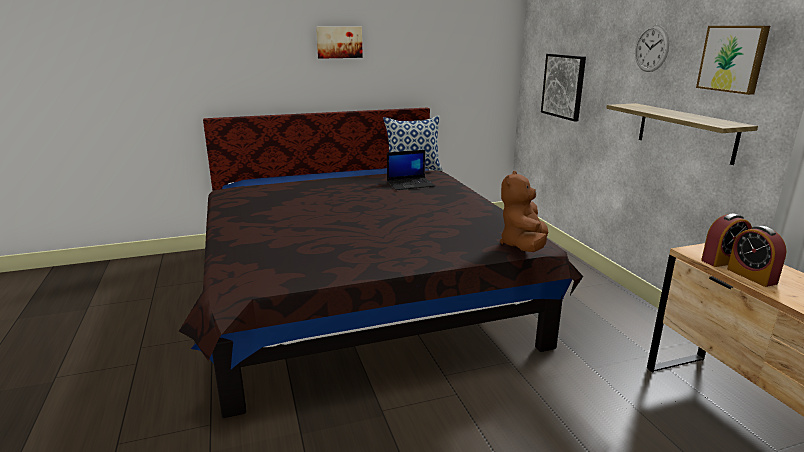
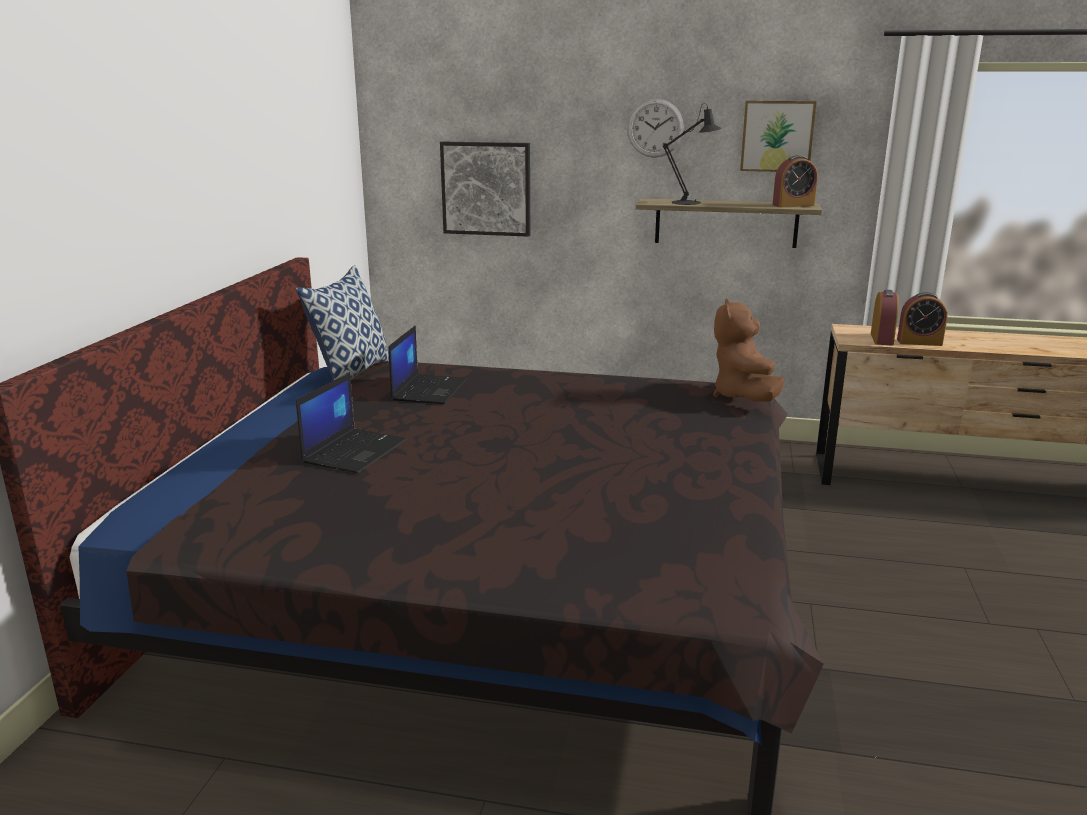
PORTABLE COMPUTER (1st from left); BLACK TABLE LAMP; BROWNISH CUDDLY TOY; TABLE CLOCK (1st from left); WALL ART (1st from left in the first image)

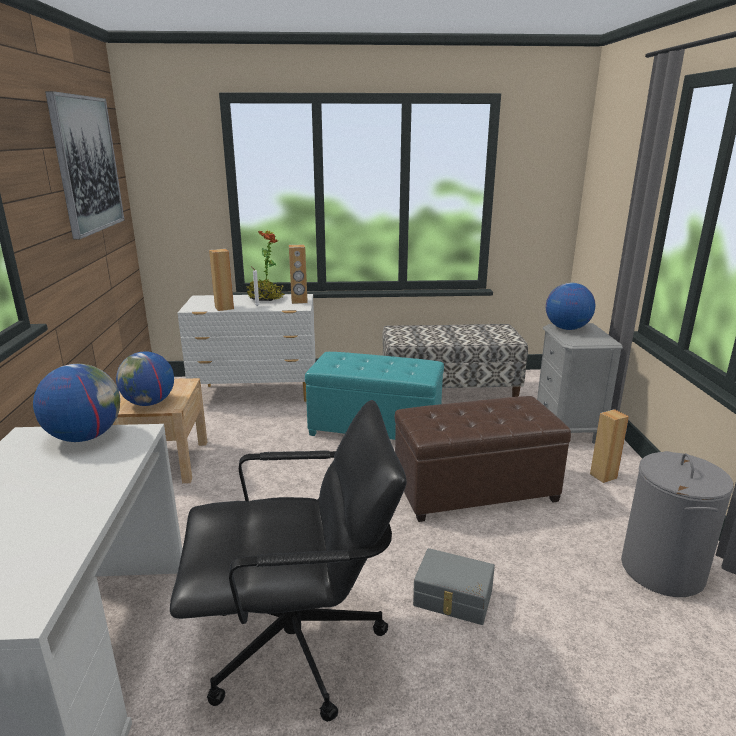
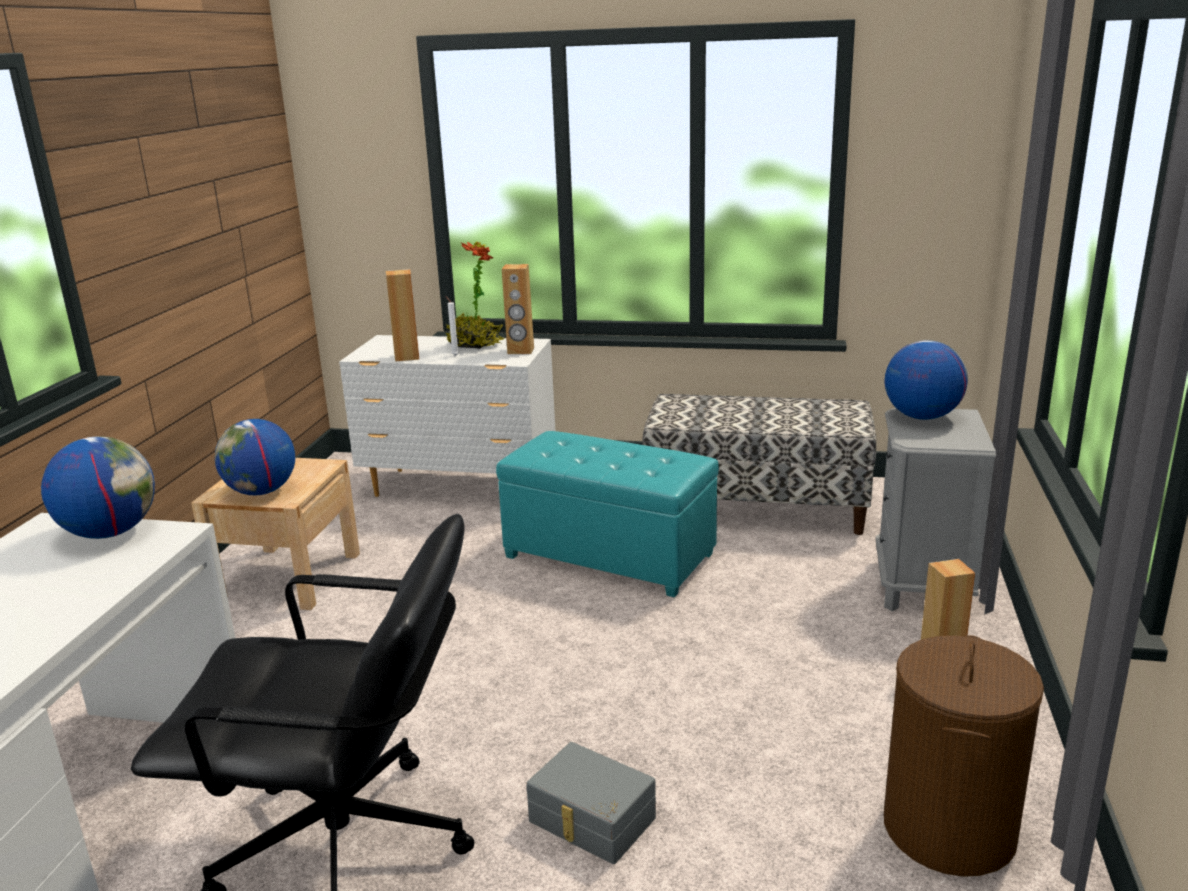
BROWNISH HAMPER; WALL ART; BROWNISH OTTOMAN

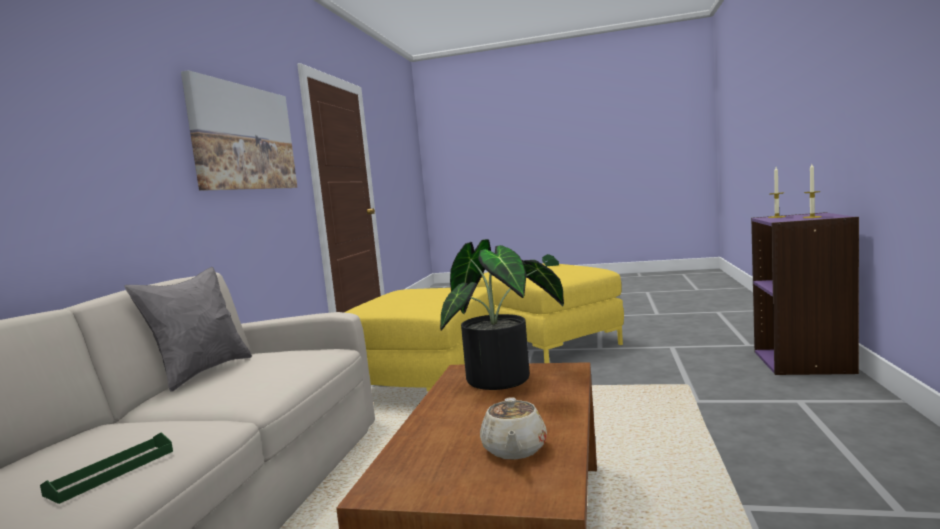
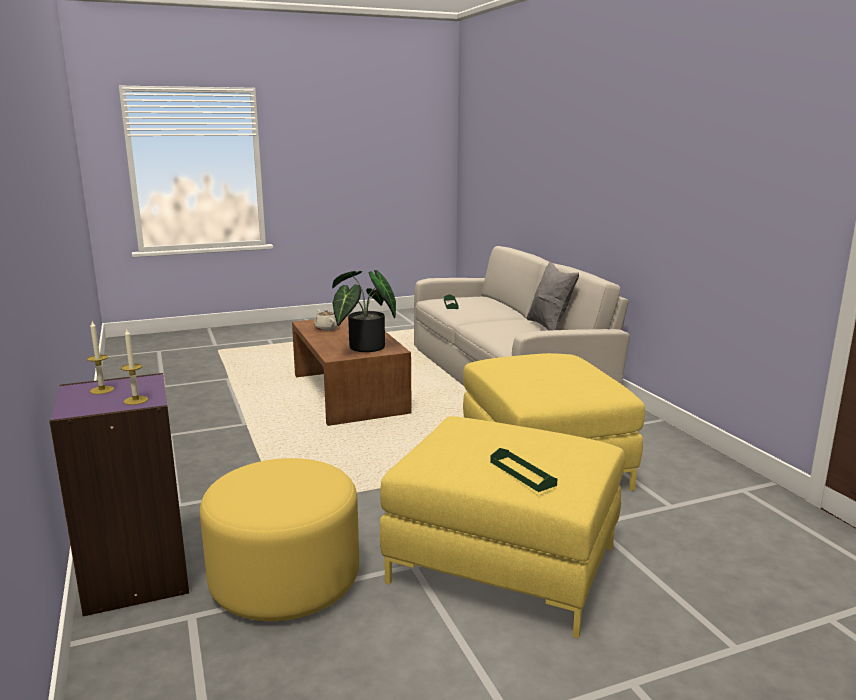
YELLOW OTTOMAN (1st from left); WALL ART

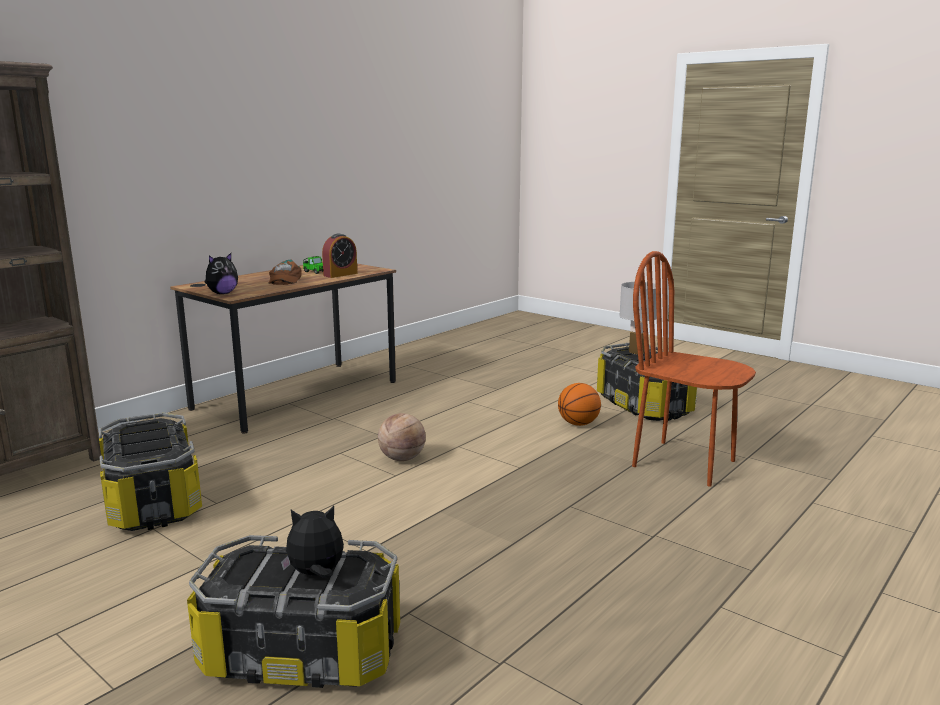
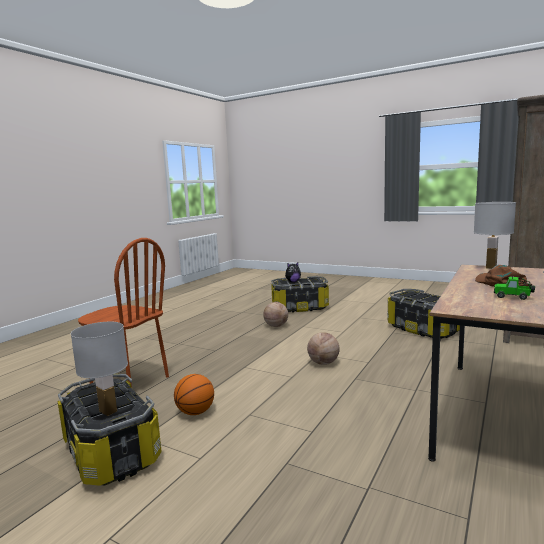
BASKETBALL BALL (2nd from left); WHITISH TABLE LAMP (2nd from left); TABLE CLOCK

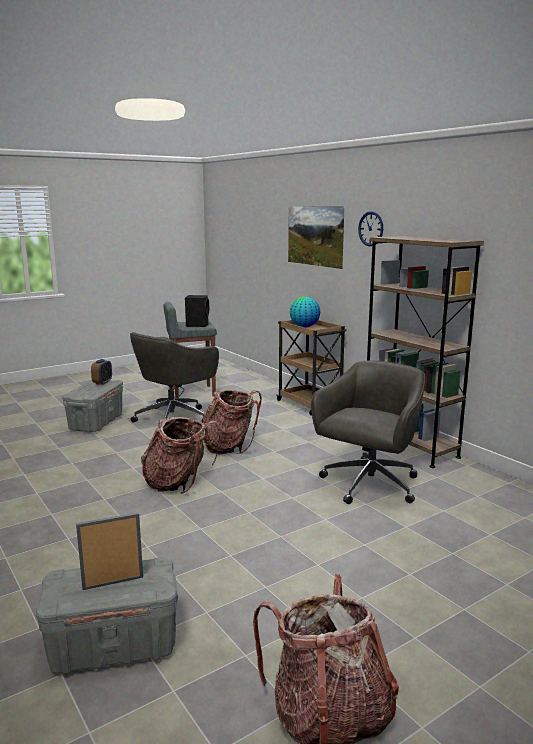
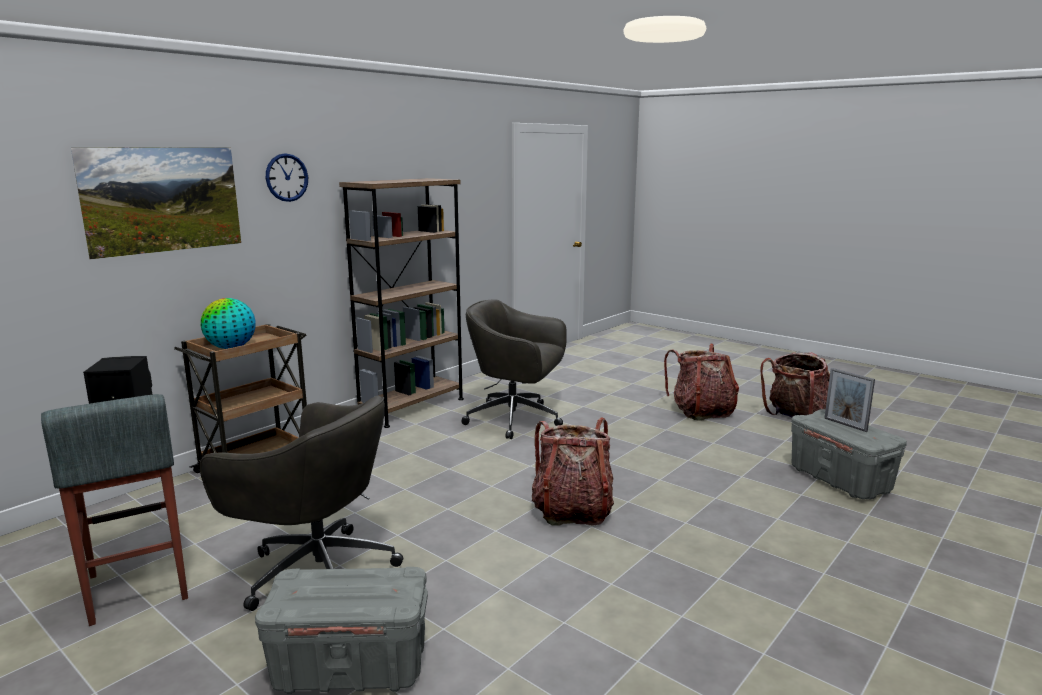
BACKPACK (2nd from left); TABLE CLOCK

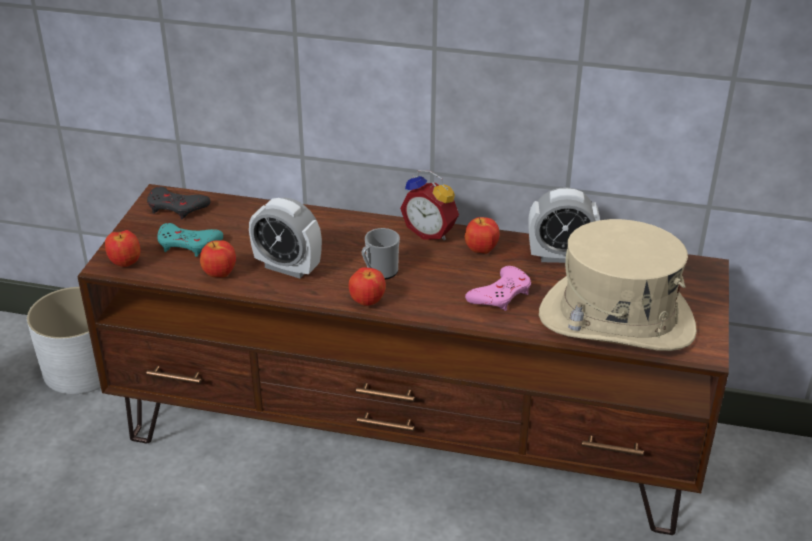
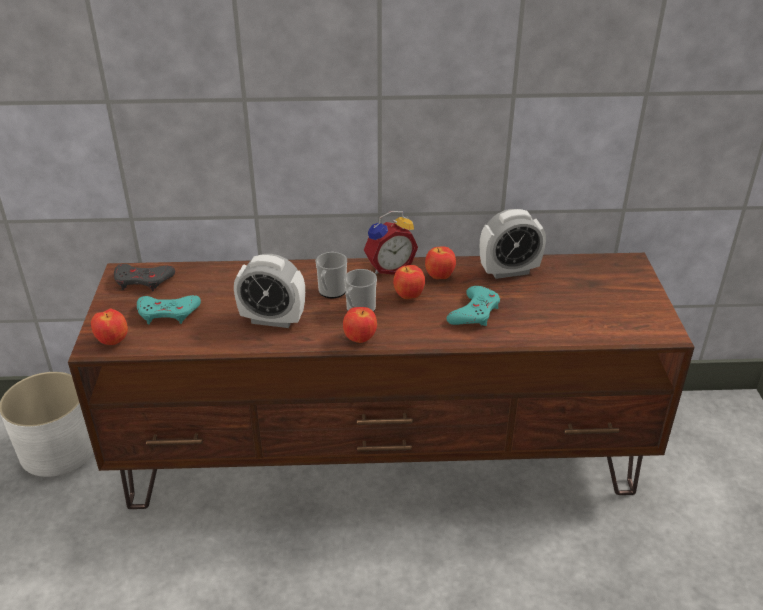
COFFEE MUG (1st from left); TABLE CLOCK (2nd from left); APPLE (3rd from left); TURQUOISE-COLOURED JOYPAD (2nd from left); BEIGE WEARABLE HAT

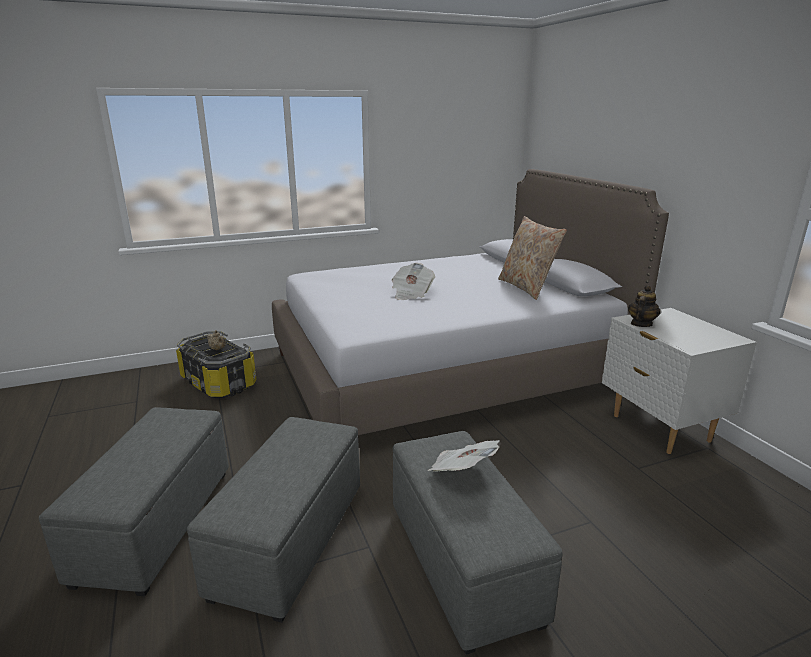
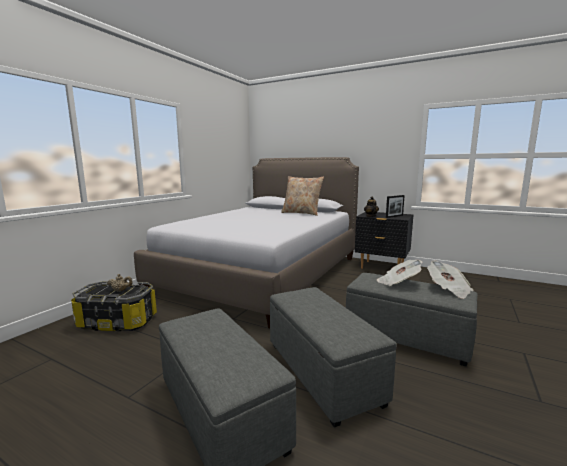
BLACK BEDSIDE TABLE; STANDING FRAME; NEWSPAPER (2nd from left)

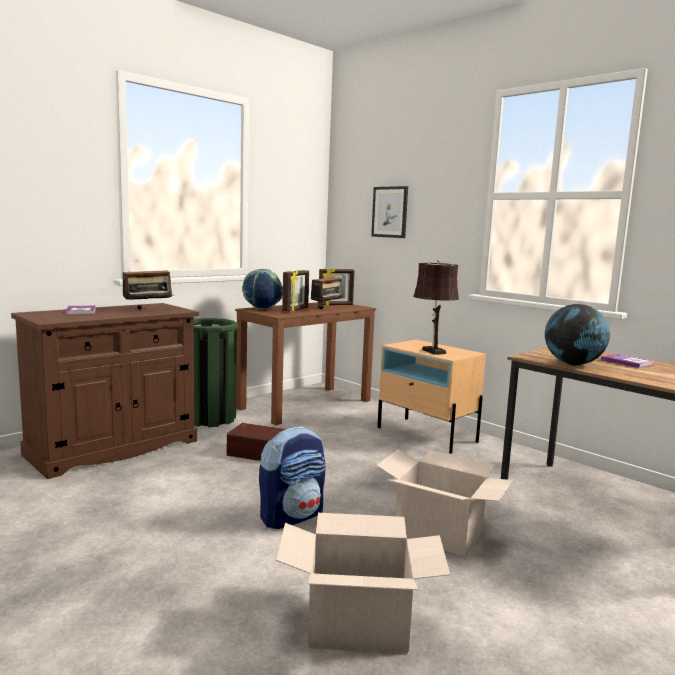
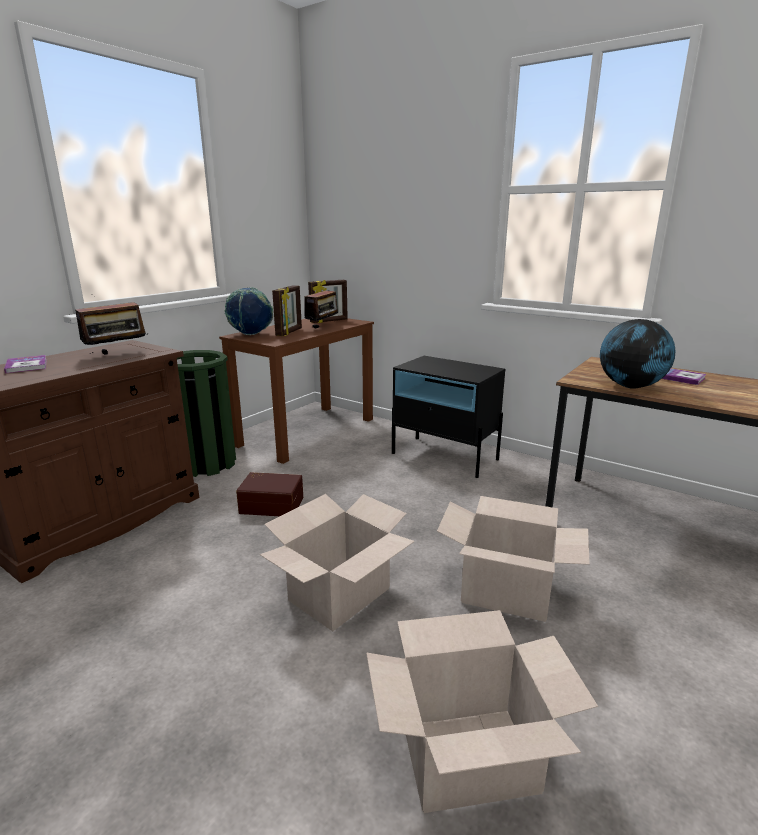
PACKING BOX (1st from left); BLACK BEDSIDE TABLE; WALL ART; BROWNISH TABLE LAMP

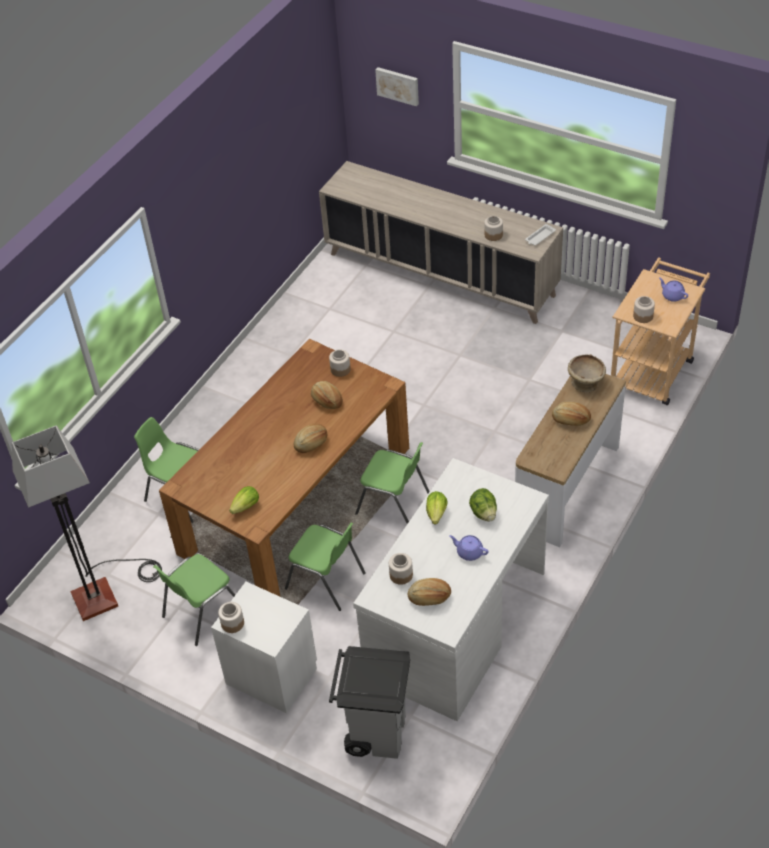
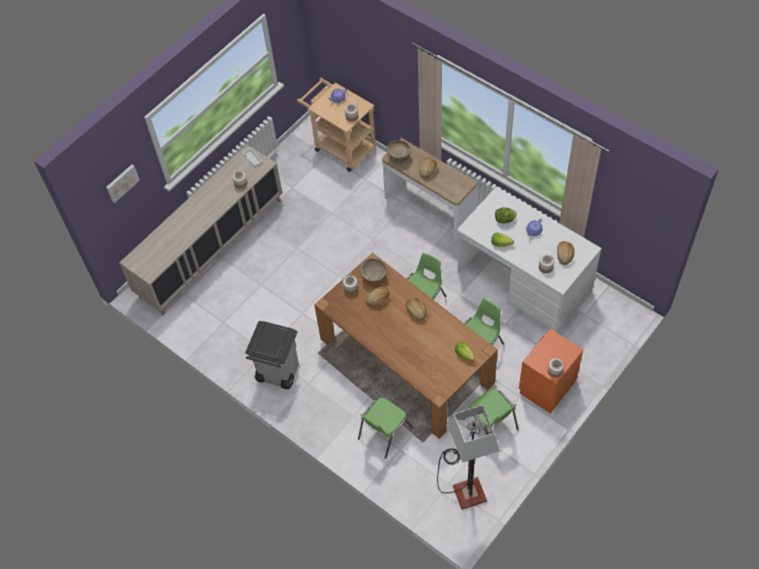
GRAY WASTE BIN; BEIGE BOWL (1st from left); ORANGE-COLOURED BEDSIDE TABLE

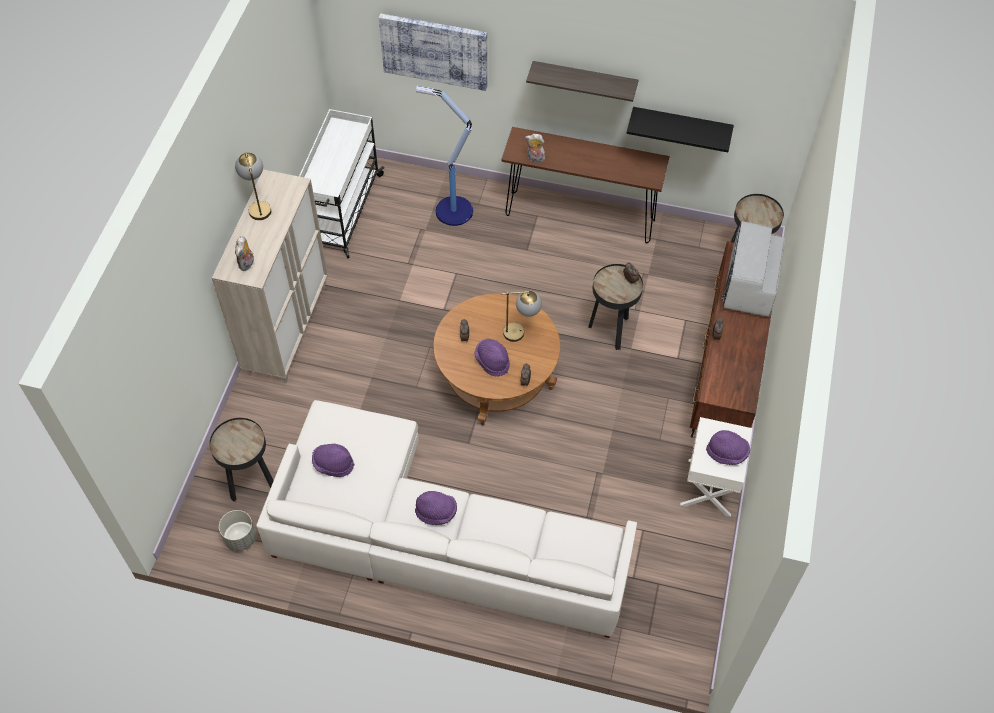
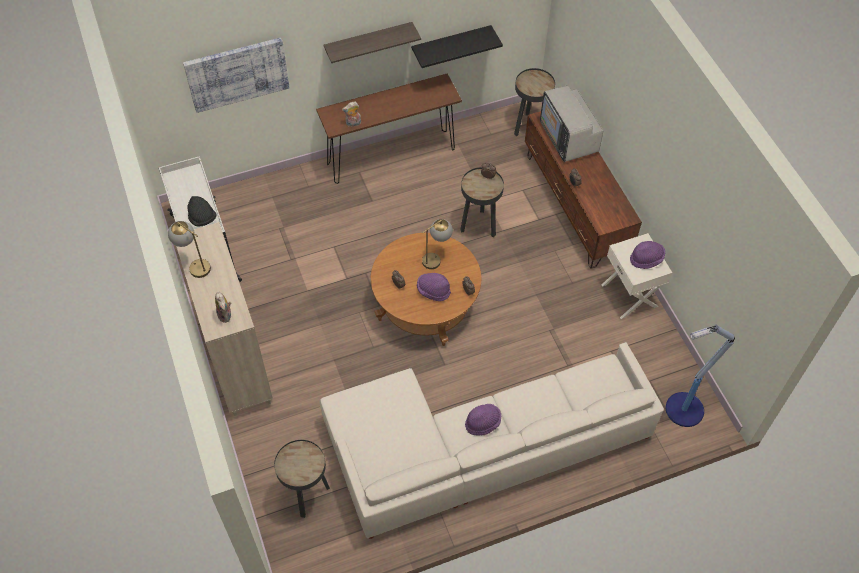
BLACK WEARABLE HAT; FLOOR LAMP; GRAY PLANTER; PURPLISH WEARABLE HAT (1st from left in the first image)

